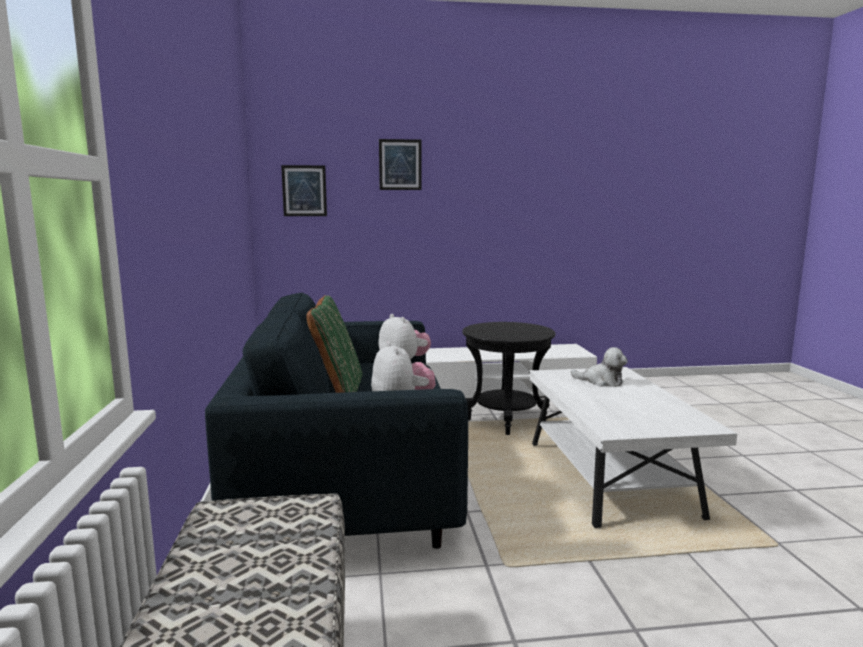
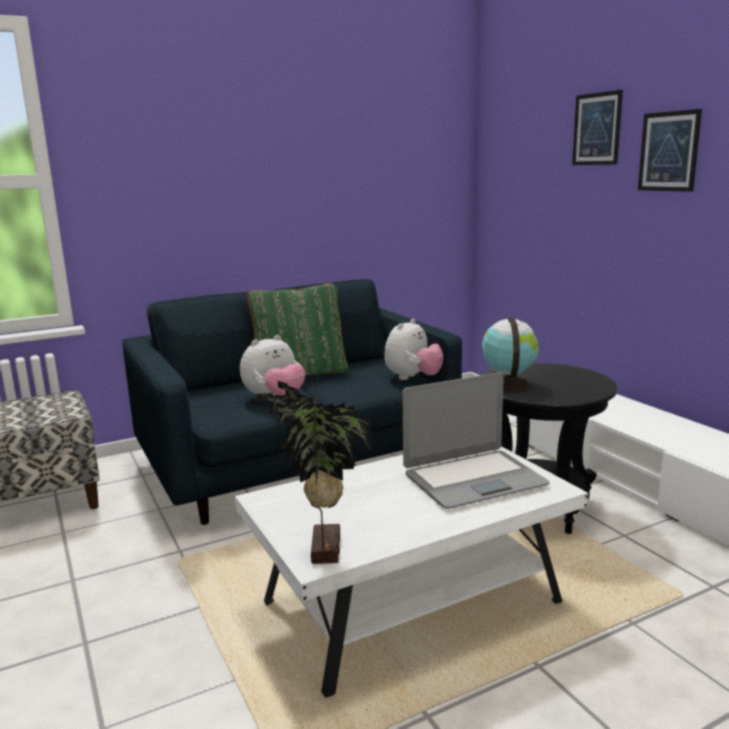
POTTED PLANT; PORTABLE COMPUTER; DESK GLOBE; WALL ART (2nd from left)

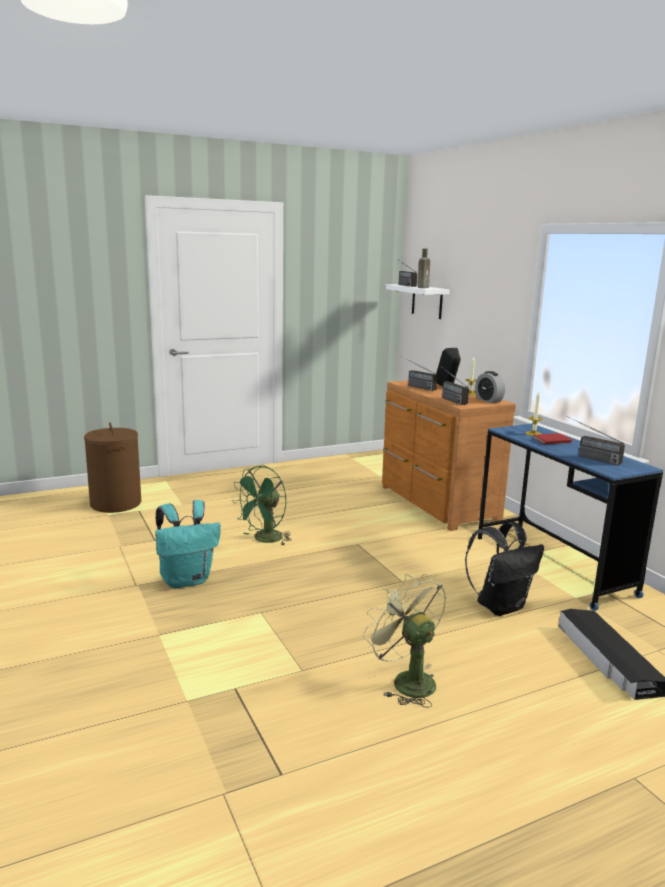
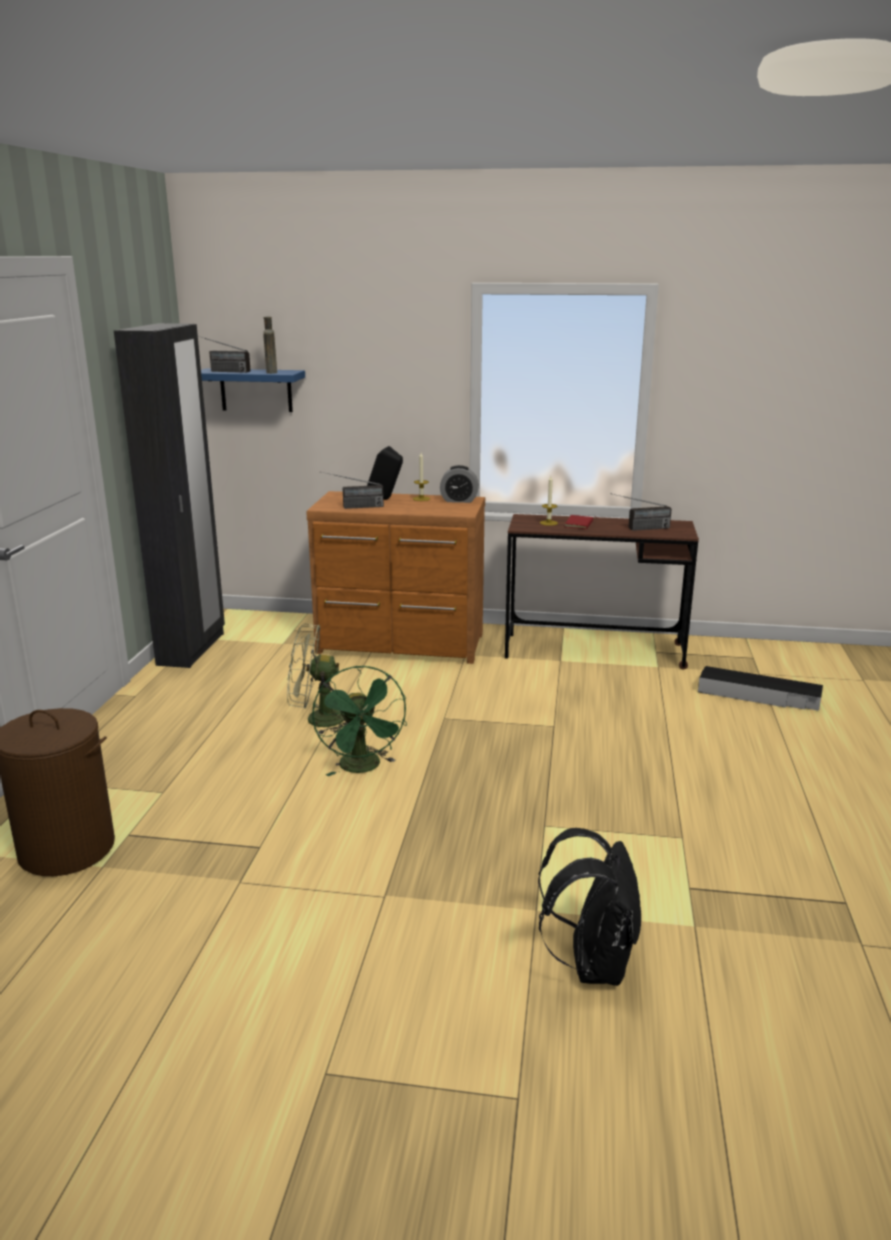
BLACK ARMOIRE; BLUE-COLOURED SHELF; GREEN COOLING FAN (1st from left); BROWNISH DESK; BLACK BACKPACK; TURQUOISE-COLOURED BACKPACK; RADIO (3rd from left in the first image)

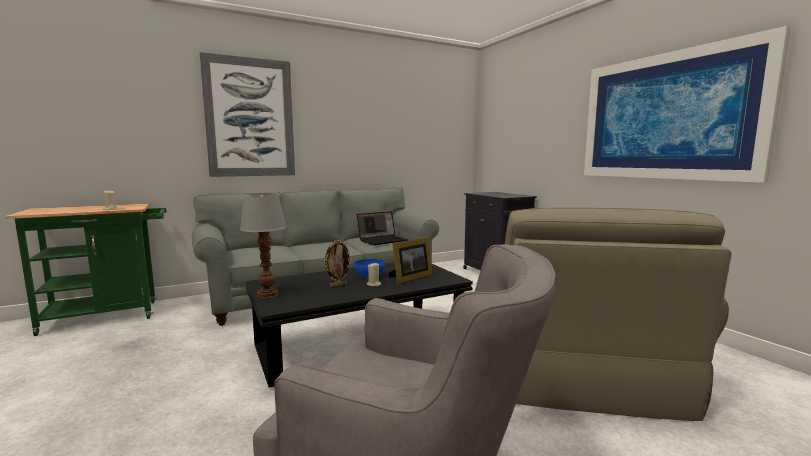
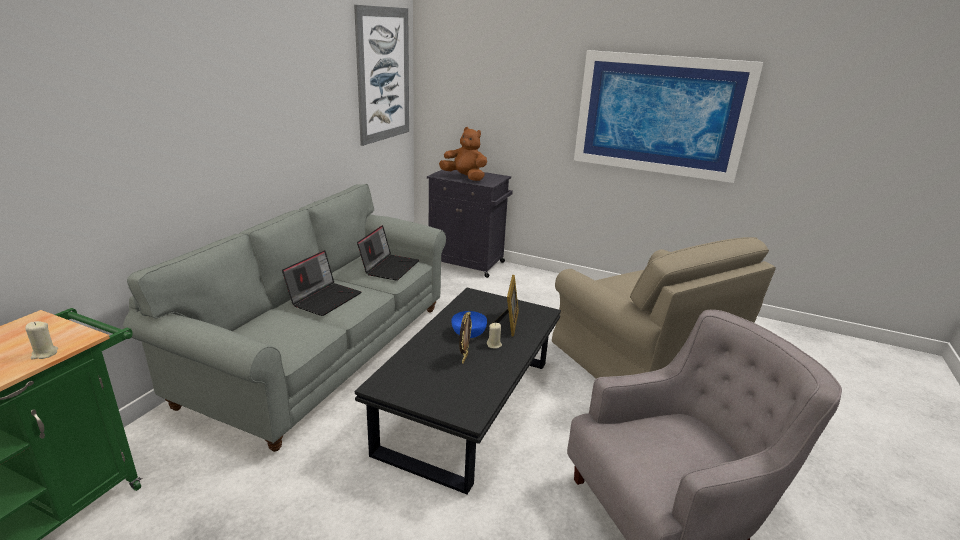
PORTABLE COMPUTER (1st from left); WALL ART (1st from left); BROWNISH CUDDLY TOY; TABLE LAMP

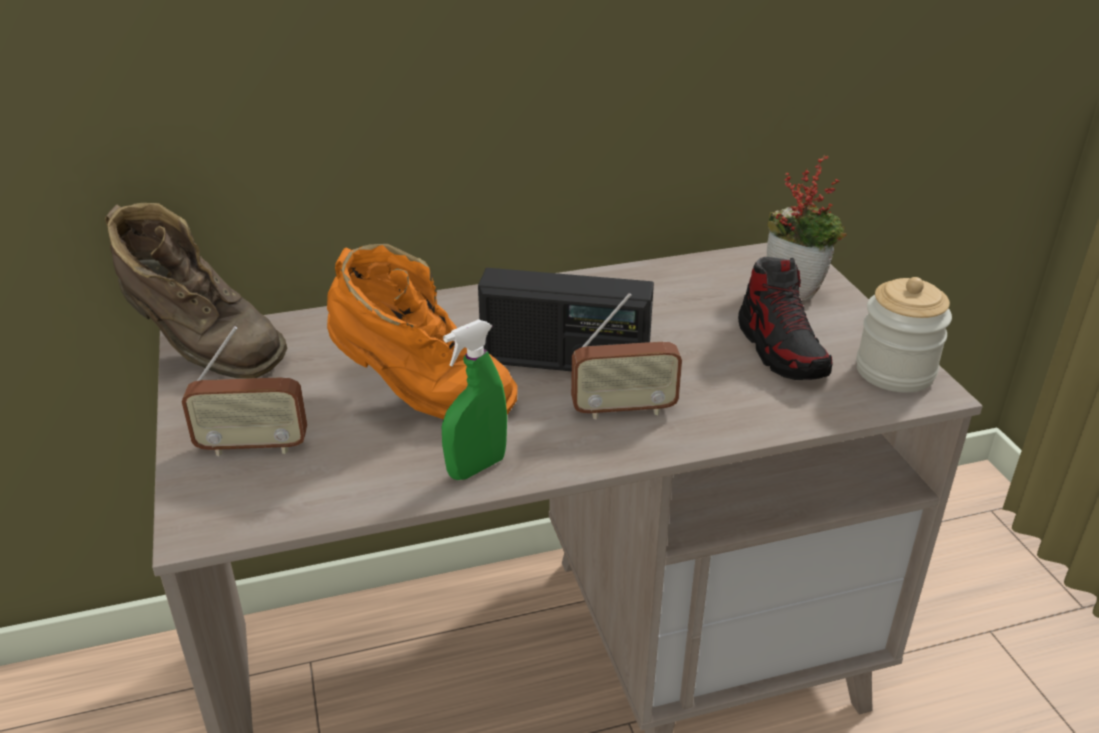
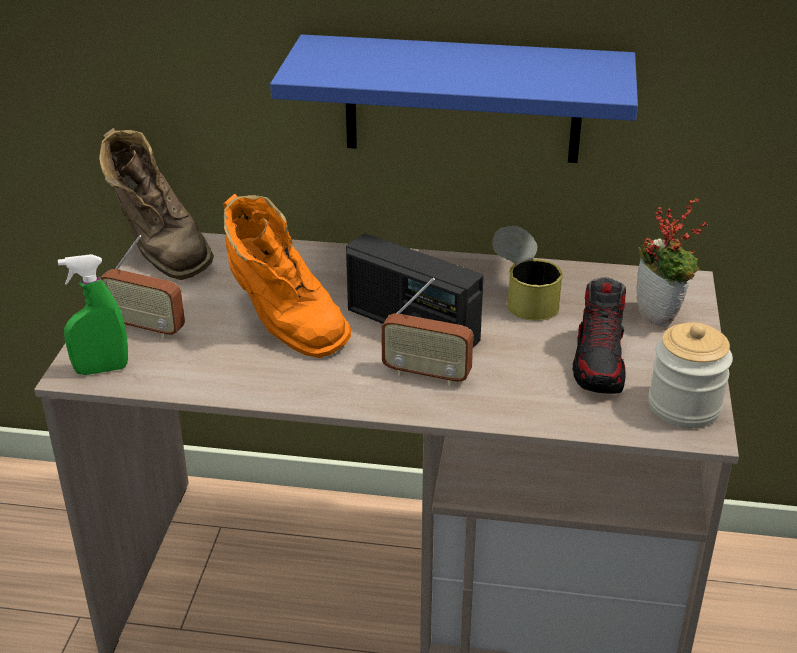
GREEN HAND SPRAYER; BLUE-COLOURED SHELF; SEALED CAN

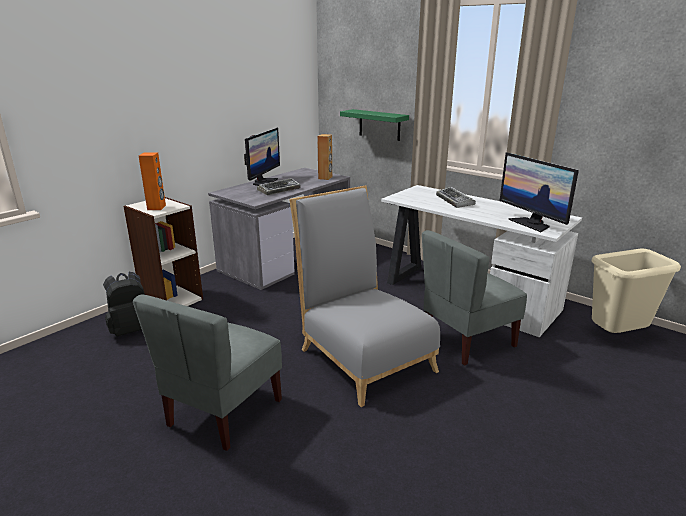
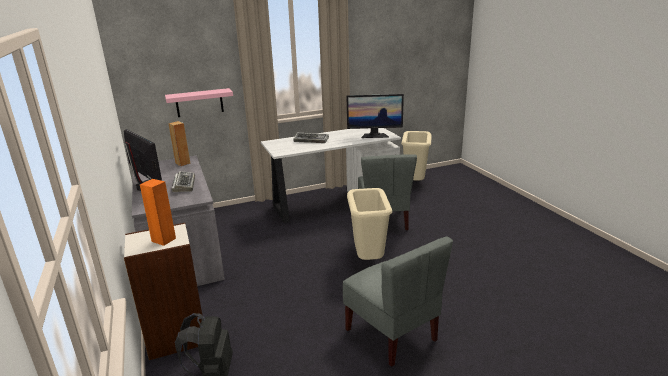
PINK SHELF; BEIGE WASTE BIN (1st from left)

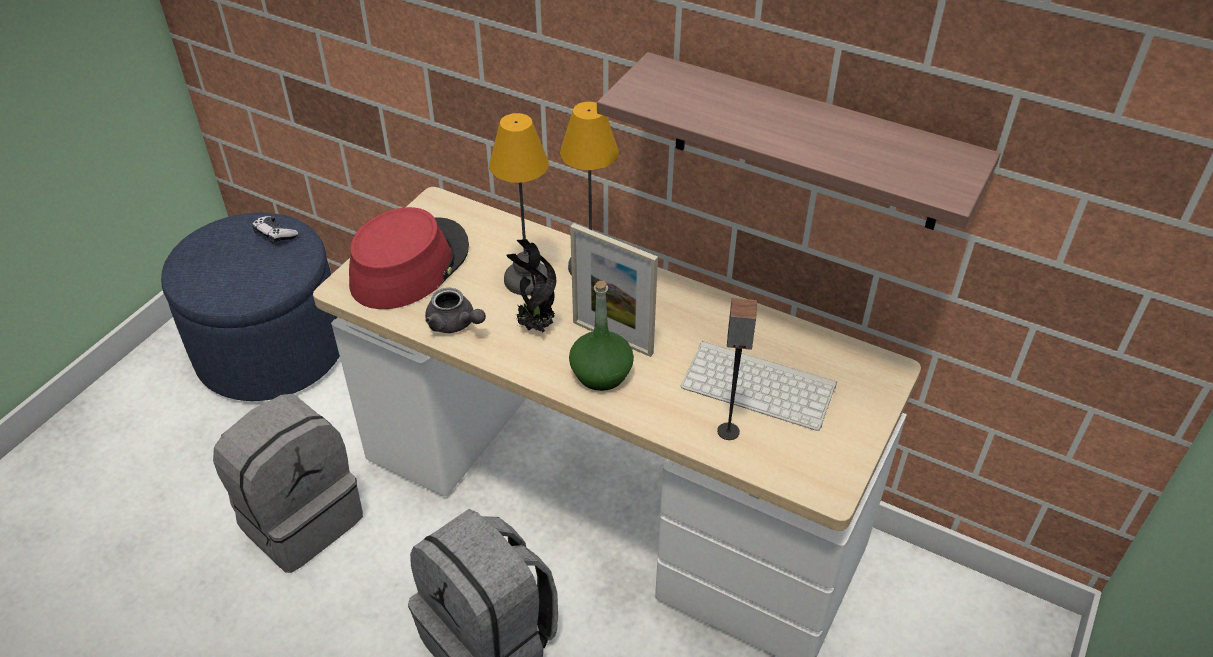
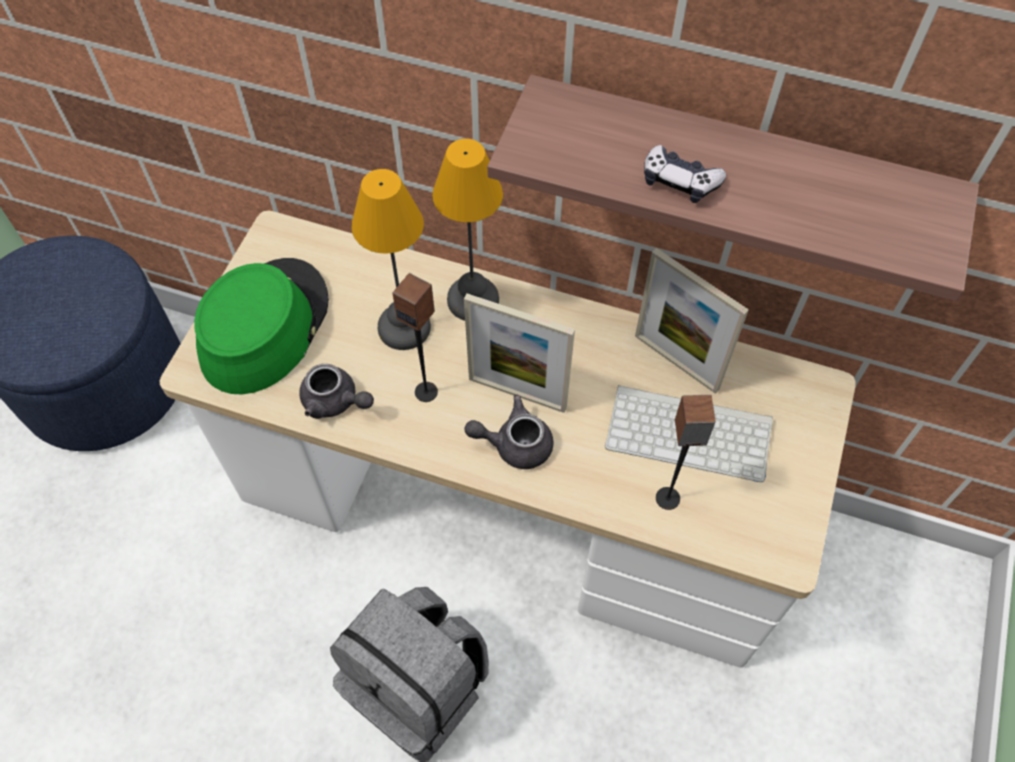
GREEN WEARABLE HAT; AUDIO SPEAKER (1st from left); GRAY POT FOR TEA (2nd from left); STANDING FRAME (2nd from left); JOYPAD; GRAY BACKPACK (1st from left in the first image)

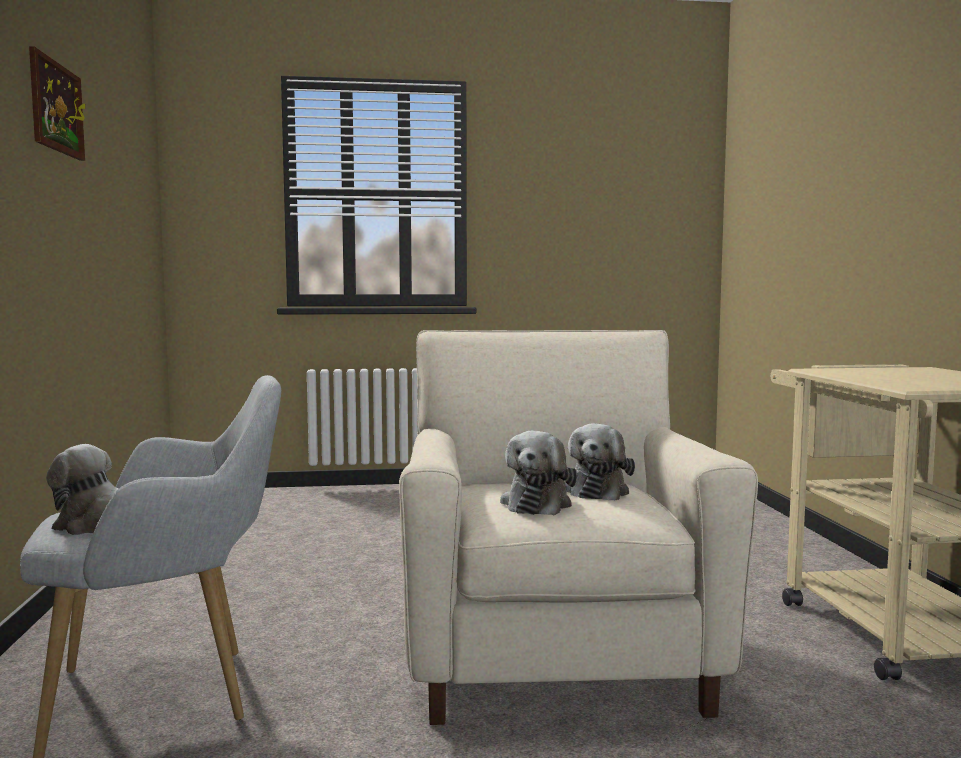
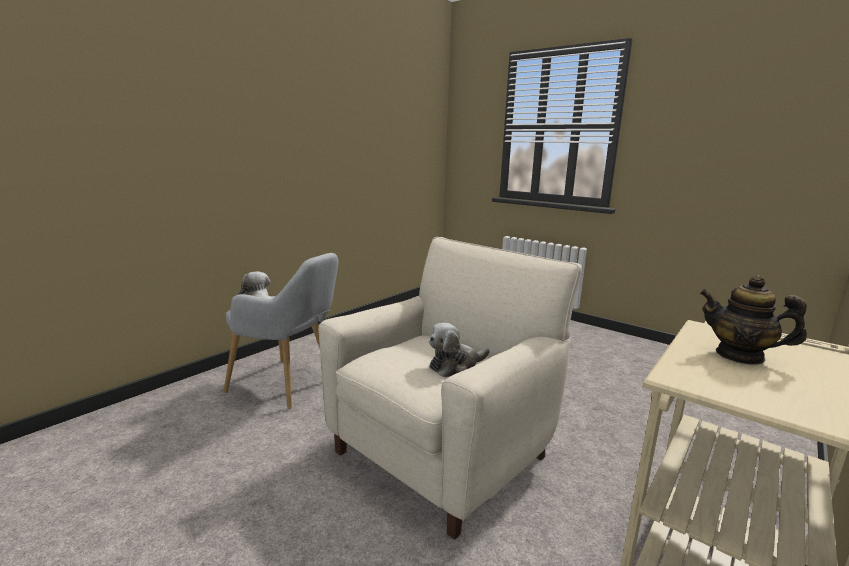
POT FOR TEA; WALL ART; CUDDLY TOY (2nd from left in the first image)

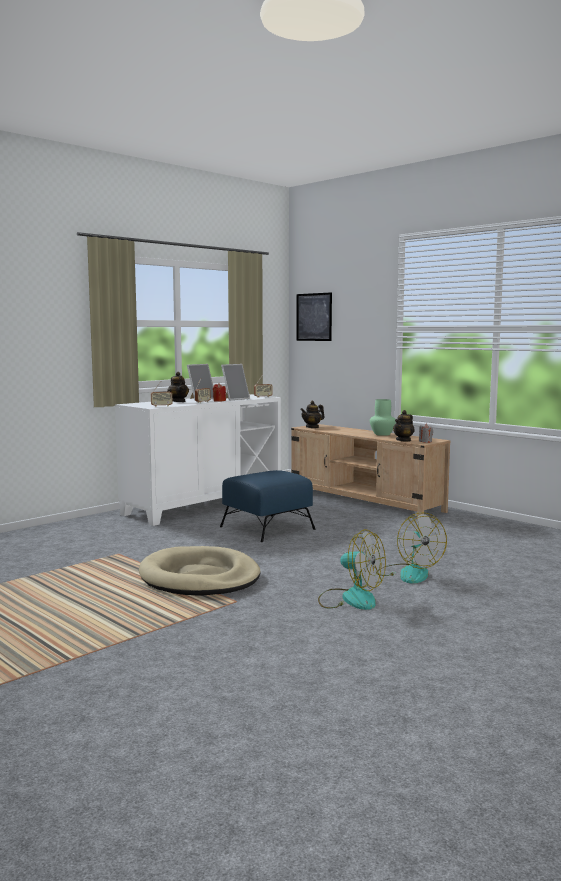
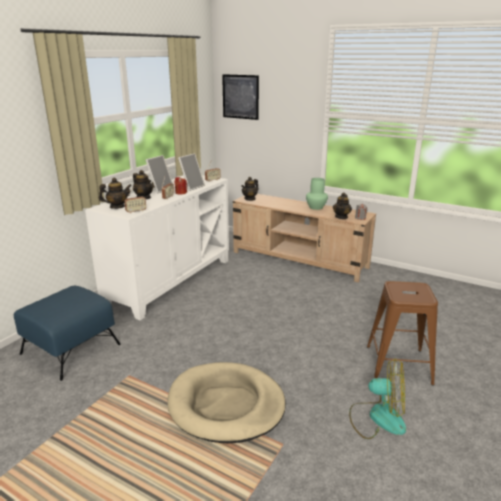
BLUE-COLOURED OTTOMAN; POT FOR TEA (1st from left); BROWNISH STOOL SEAT

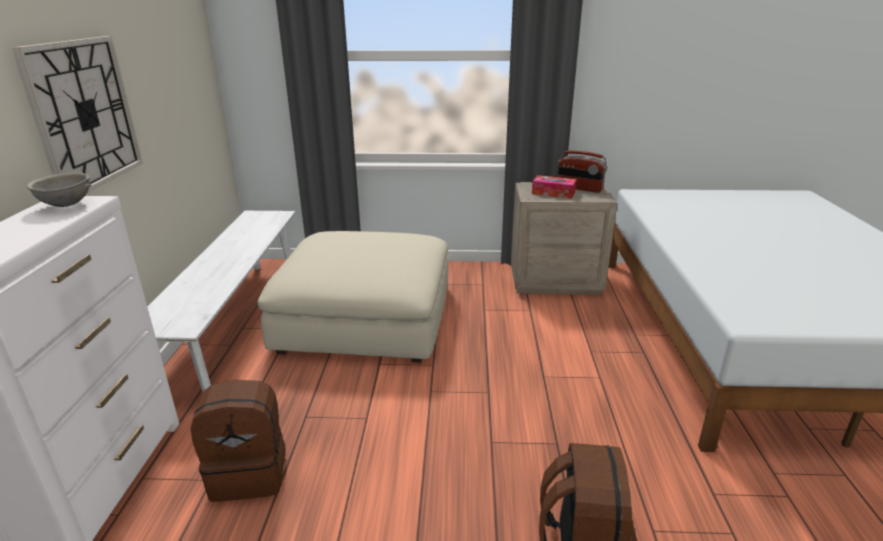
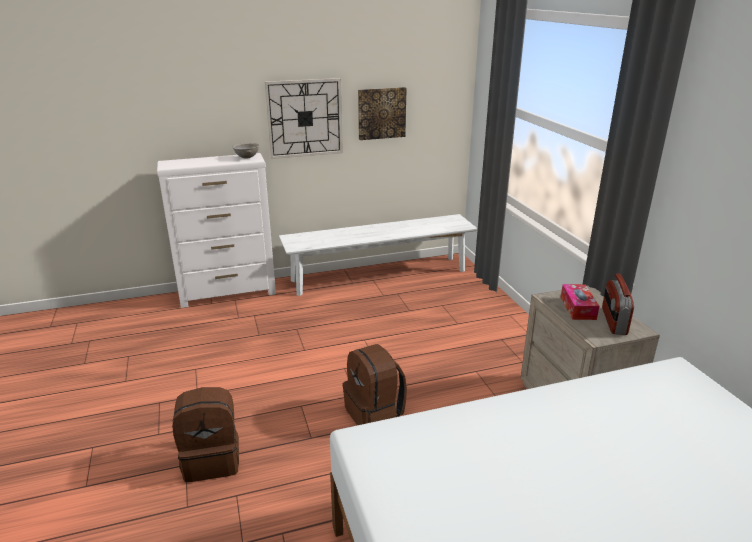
BROWNISH BACKPACK (2nd from left); WALL ART; BEIGE OTTOMAN

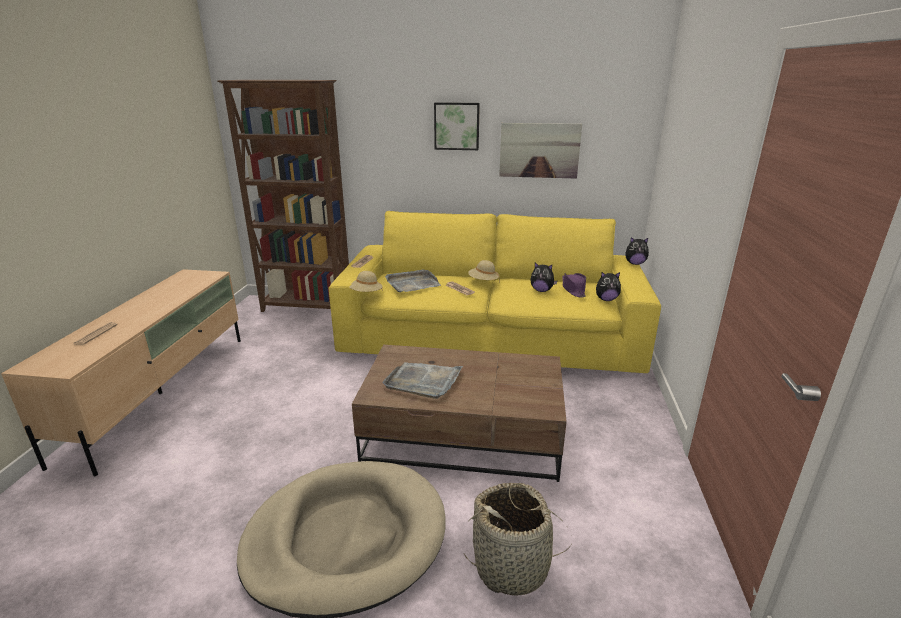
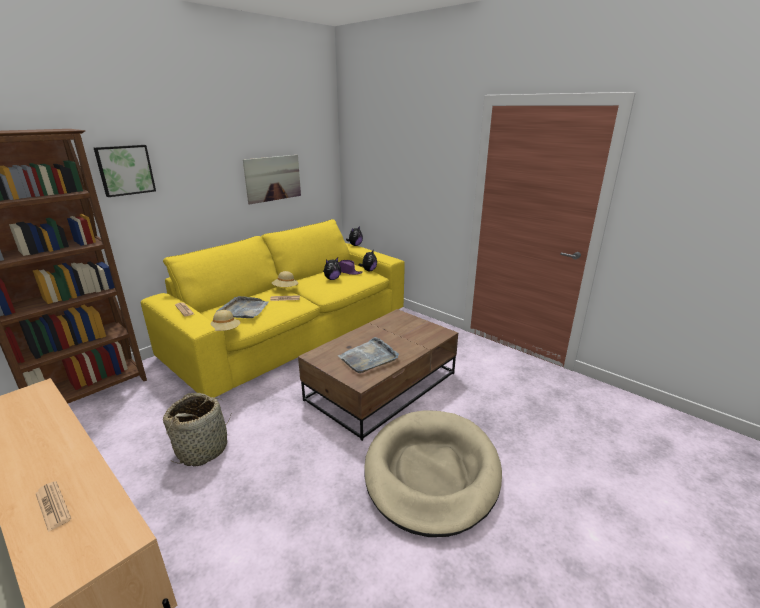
WALL ART (1st from left); STORAGE BASKET

